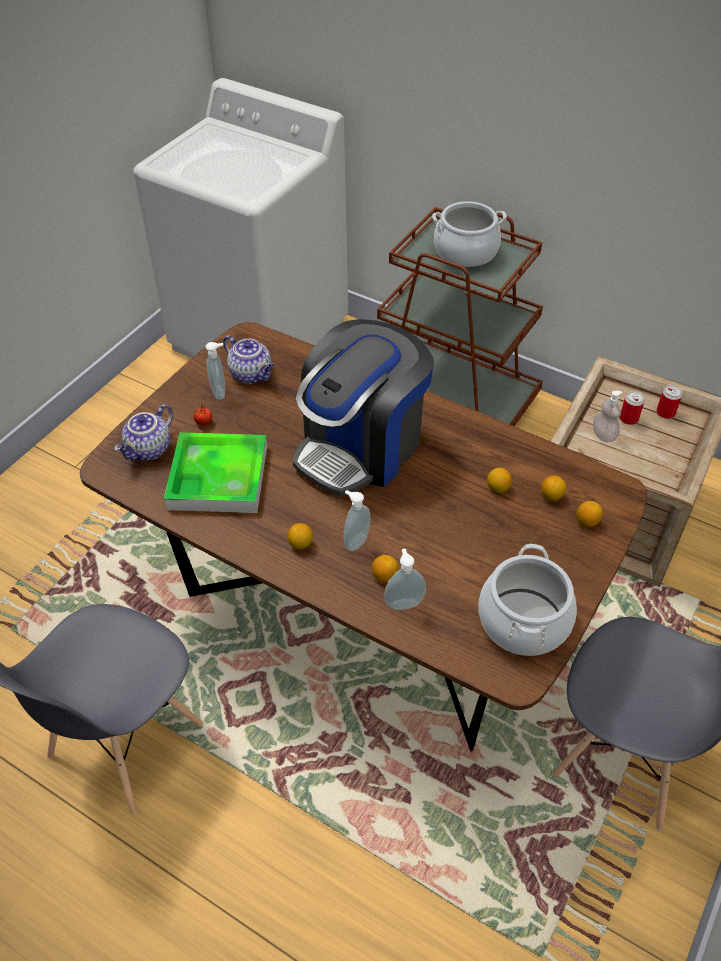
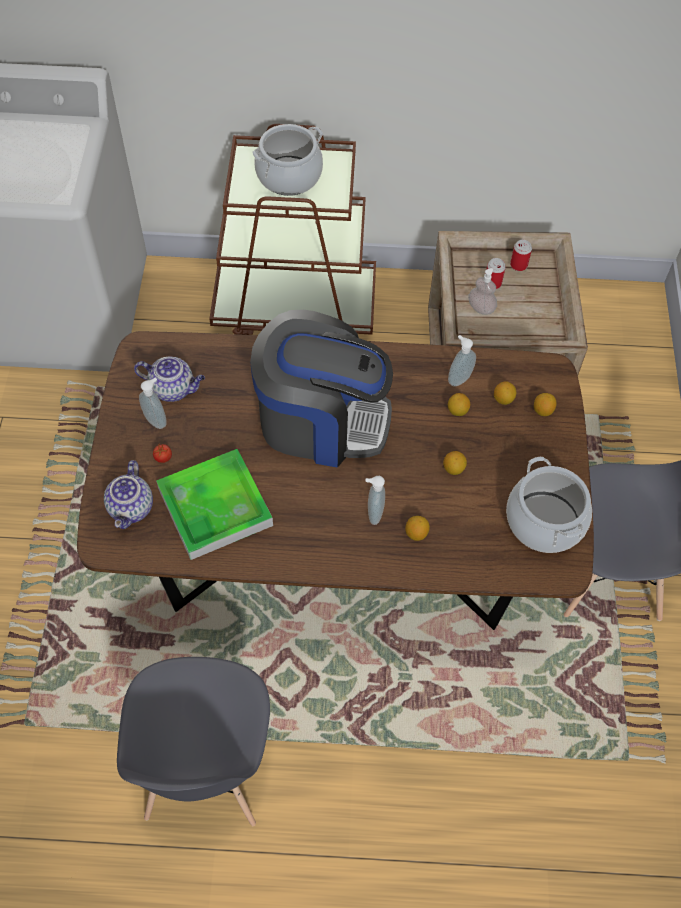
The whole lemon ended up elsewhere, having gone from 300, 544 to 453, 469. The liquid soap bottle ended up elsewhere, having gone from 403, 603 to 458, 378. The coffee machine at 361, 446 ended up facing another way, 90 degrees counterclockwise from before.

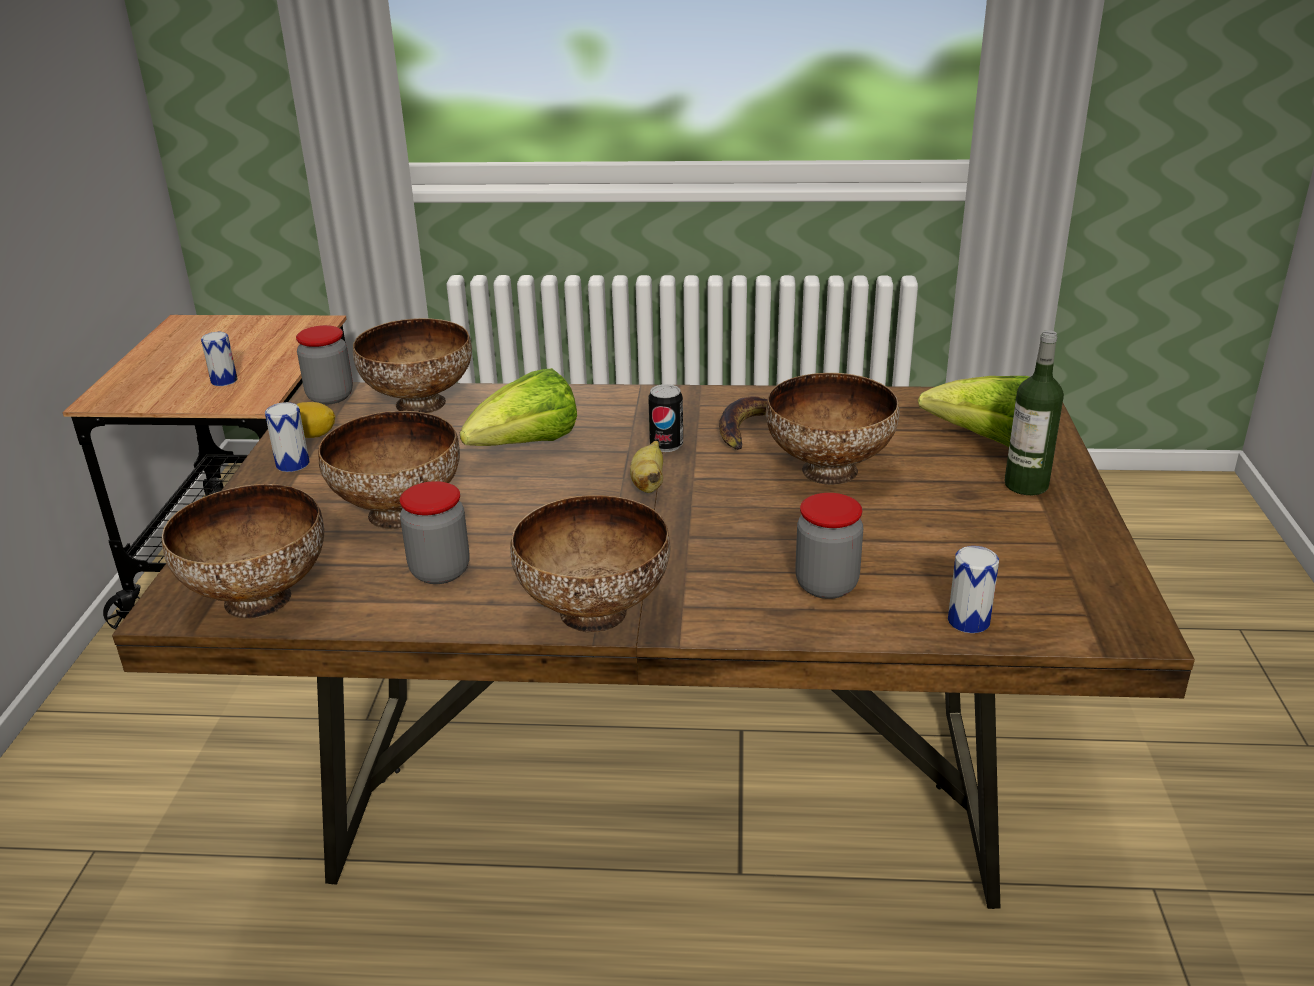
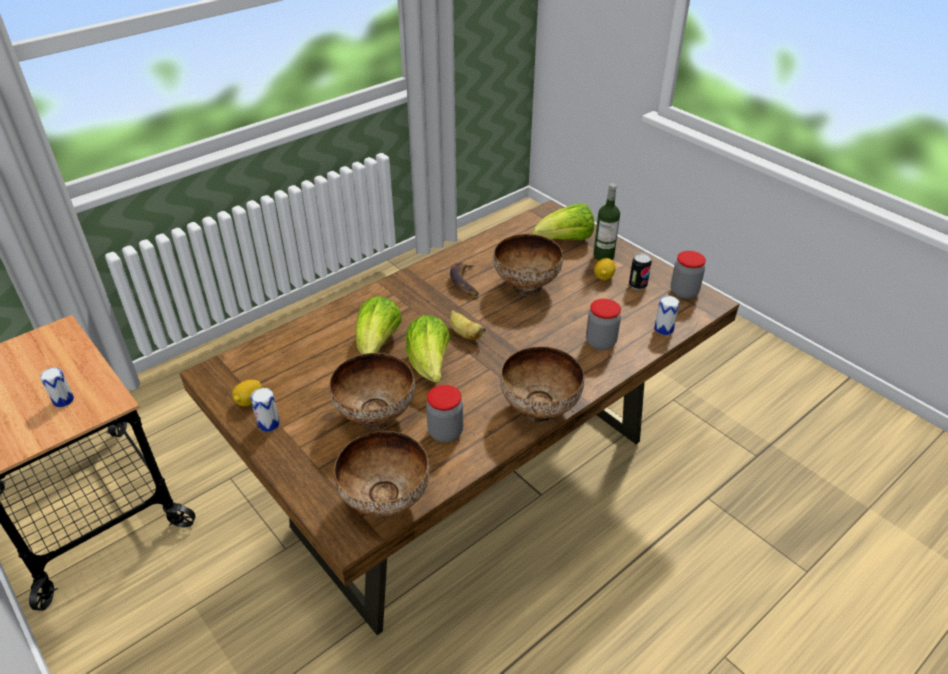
The second view lost the serving bowl at 418, 404. The second view gained the lettuce head at 429, 365. The second view gained the whole lemon at 603, 277. The preserve jar ended up elsewhere, having gone from 330, 397 to 684, 292. The can ended up elsewhere, having gone from 666, 445 to 637, 285.

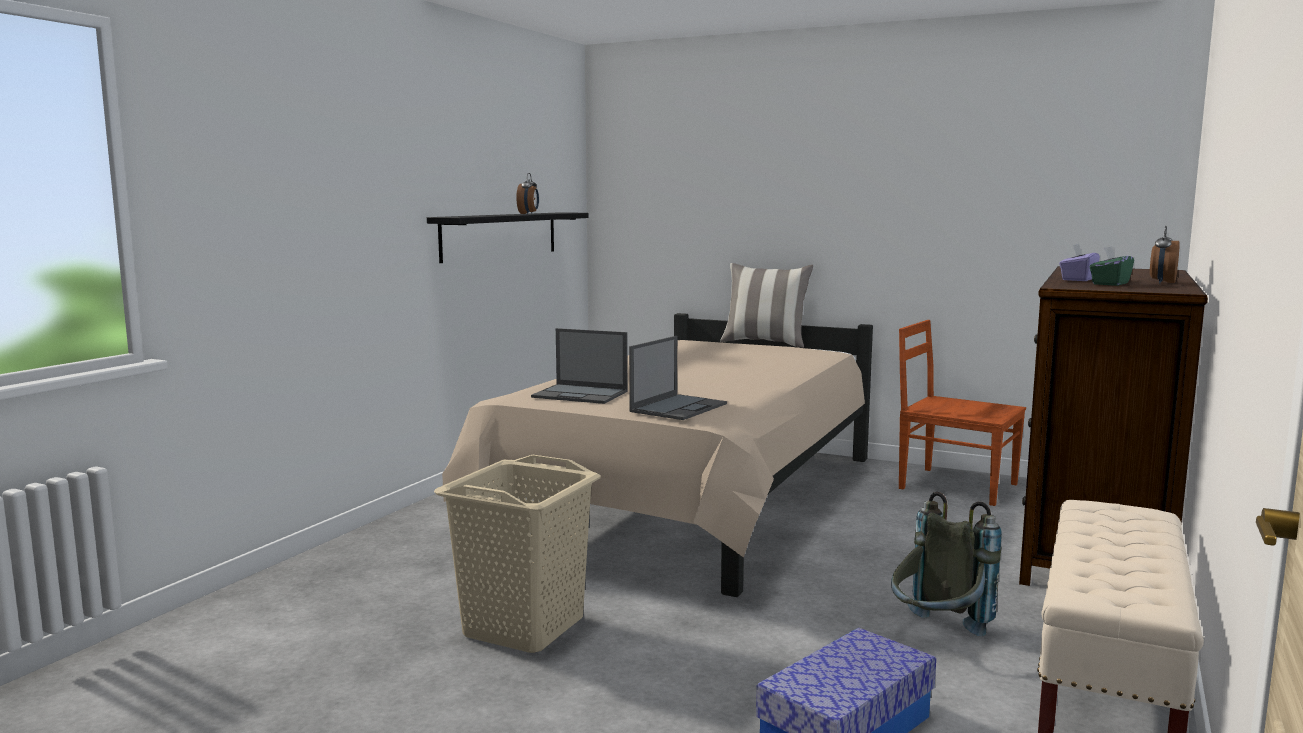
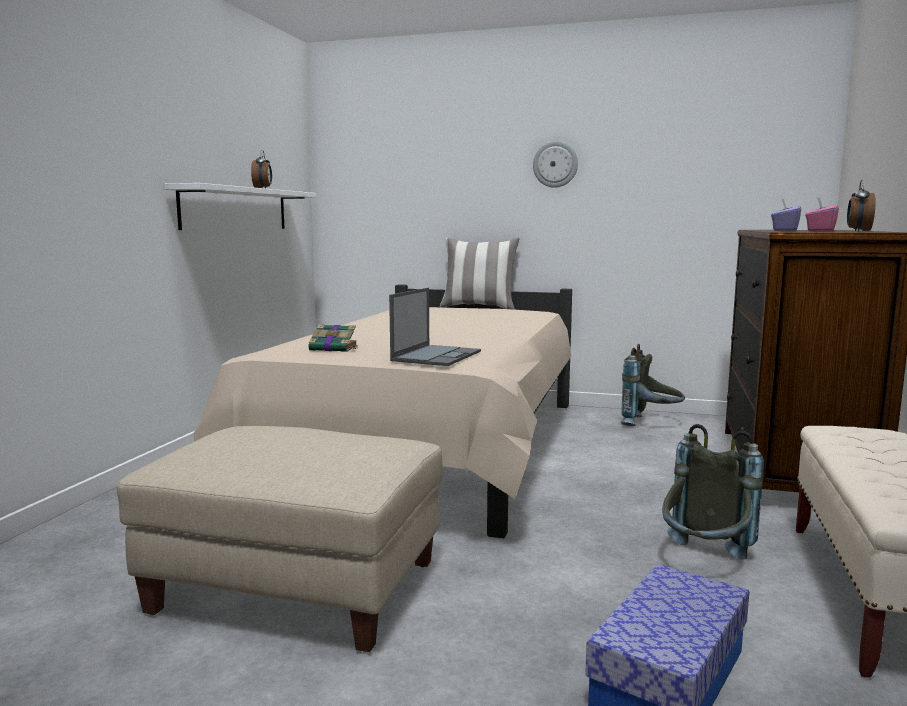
The second view gained the wall clock at 555, 164. Where the laundry basket in sand-coloured stood at 524, 627, the footrest in sand-coloured came to stand at 296, 588. Where the notebook computer stood at 581, 394, the book came to stand at 334, 348. Where the plain chair in brown-coloured stood at 955, 485, the backpack in greyish came to stand at 650, 424. What was the shelf in black at 500, 235 turned into the shelf in white at 236, 209. What was the tissue box in green at 1109, 284 turned into the tissue box in pinkish at 820, 231.

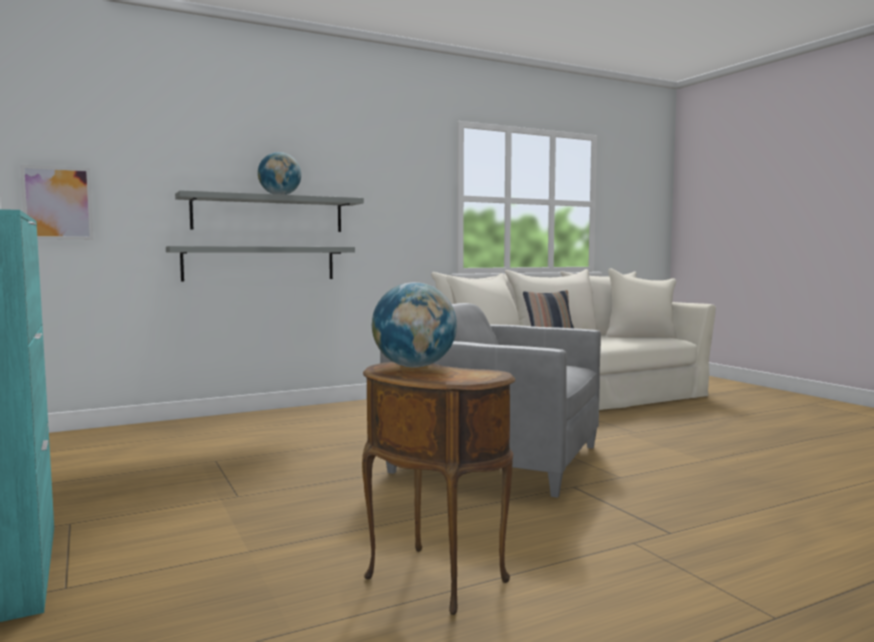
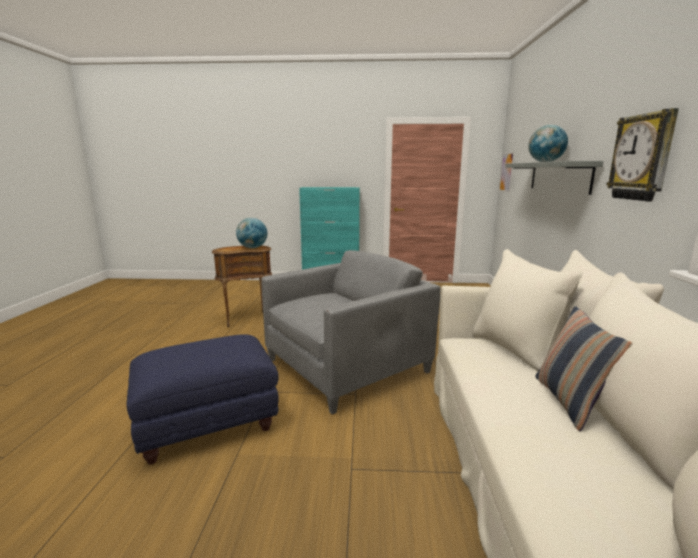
The second view lost the shelf in greyish at 260, 263. The second view gained the footrest in bluish at 209, 423. The second view gained the wall clock at 642, 157.

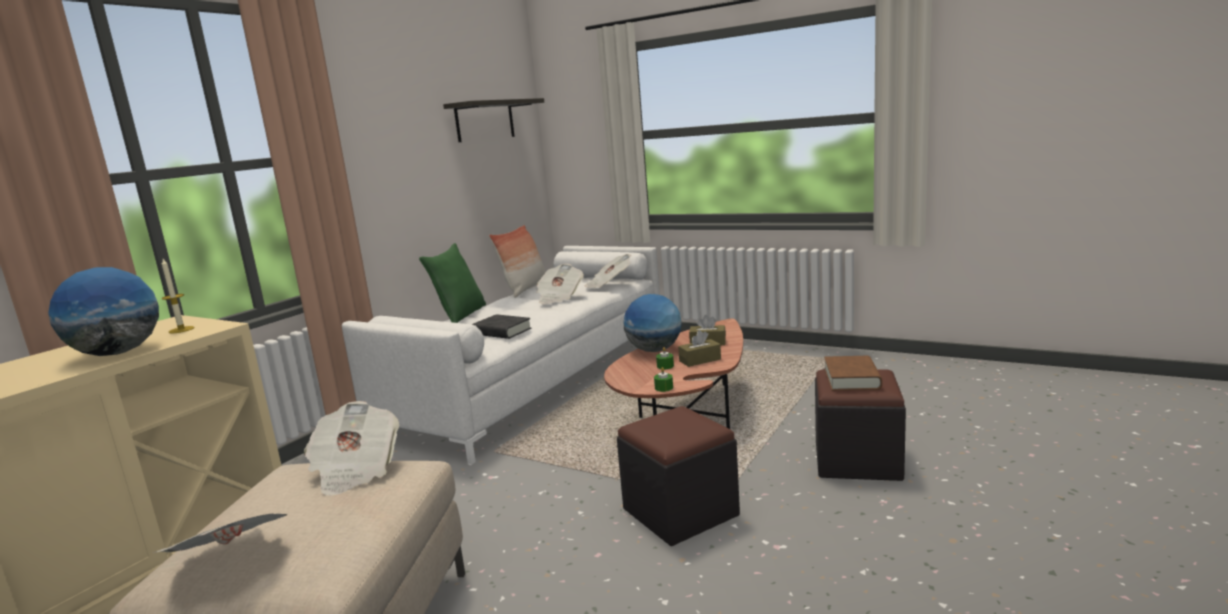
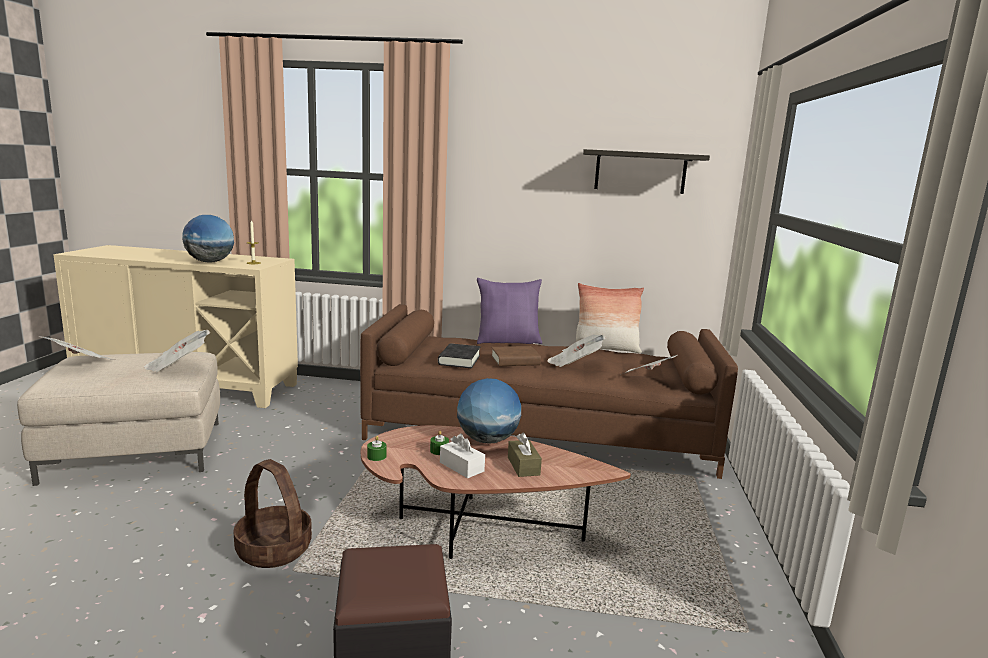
The book in brown-coloured ended up elsewhere, having gone from 851, 379 to 515, 361. Where the footrest in black stood at 680, 512, the storage basket came to stand at 275, 549. What was the sofa in white at 536, 380 turned into the sofa in brown-coloured at 539, 431. What was the cushion in green at 460, 315 turned into the cushion in purplish at 508, 341. What was the tissue box in brown-coloured at 700, 360 turned into the tissue box in white at 461, 467.

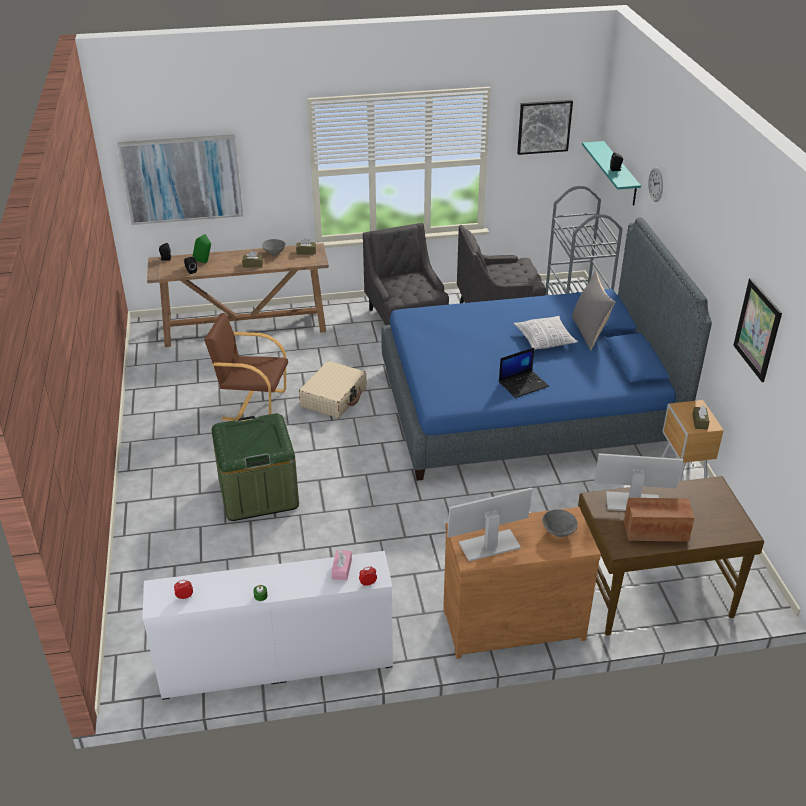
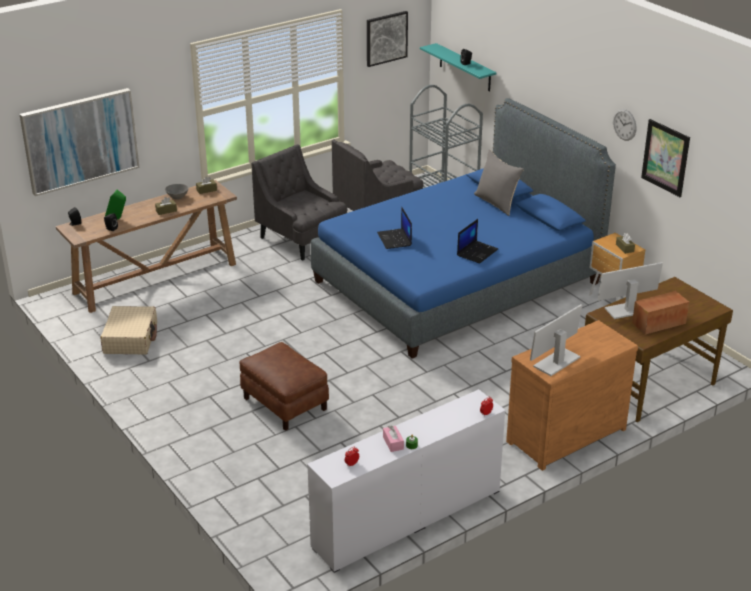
The second view lost the armchair in brown-coloured at 253, 404. The second view lost the cushion at 545, 340. The second view lost the serving bowl in greyish at 558, 532. The second view gained the notebook computer at 395, 239. The piece of luggage in sand-coloured ended up elsewhere, having gone from 334, 397 to 131, 338. The tissue box in pinkish ended up elsewhere, having gone from 342, 569 to 393, 443. The wall clock ended up elsewhere, having gone from 655, 184 to 624, 124. Where the storage bin in green stood at 258, 492, the footrest in brown-coloured came to stand at 284, 404.

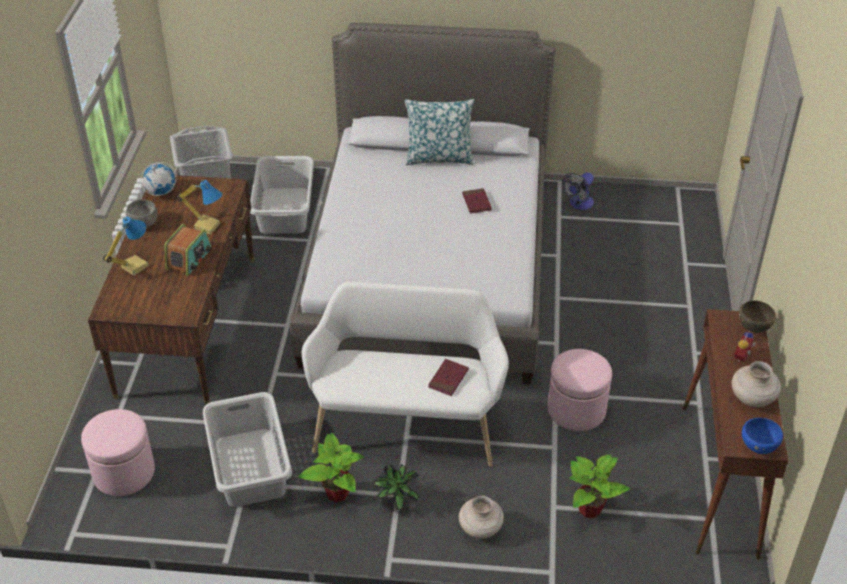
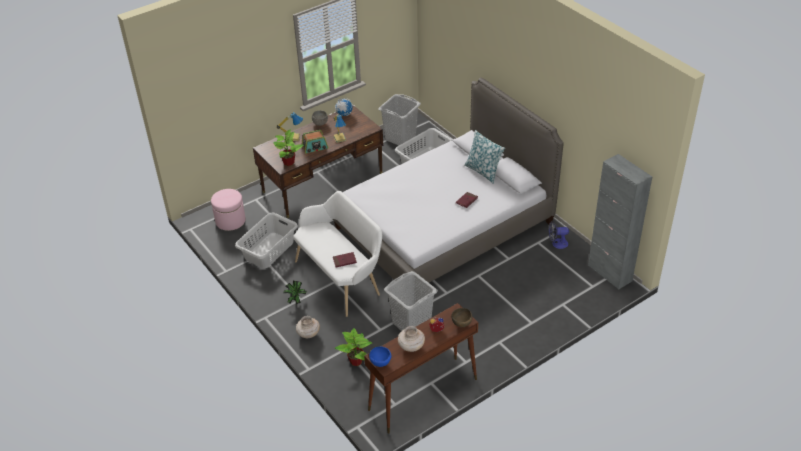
The second view gained the cabinet in greyish at 609, 273. The potted plant ended up elsewhere, having gone from 336, 493 to 289, 162. Where the footrest in pinkish stood at 576, 410, the laundry basket in greyish came to stand at 411, 323.

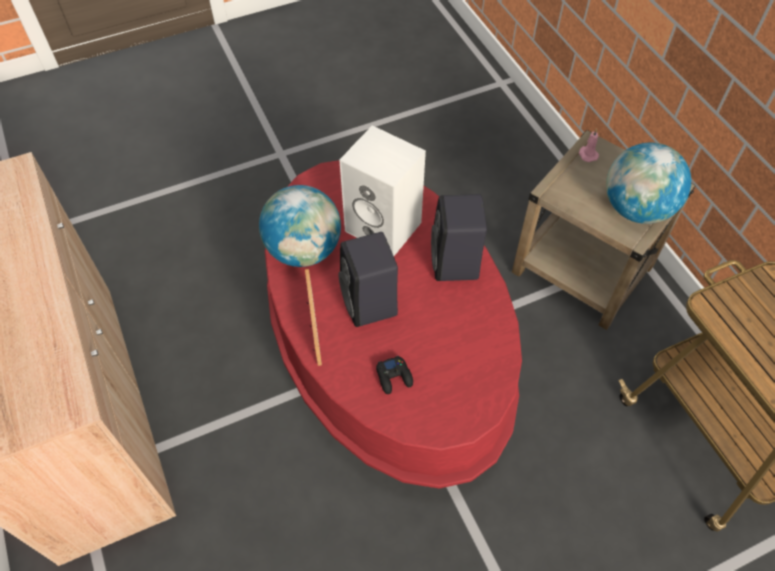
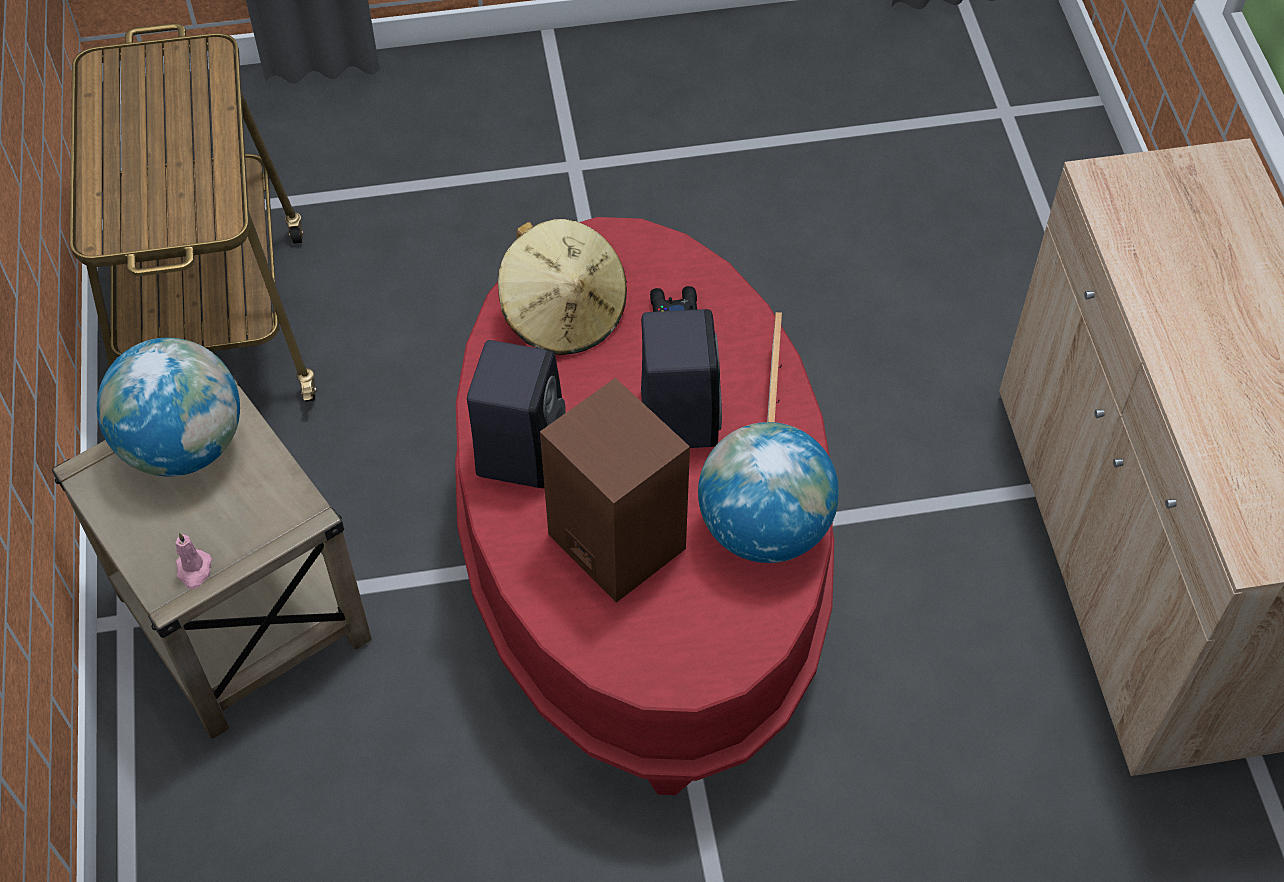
The second view gained the hat in sand-coloured at 564, 313. What was the loudspeaker in white at 385, 226 turned into the loudspeaker in brown-coloured at 612, 541.

